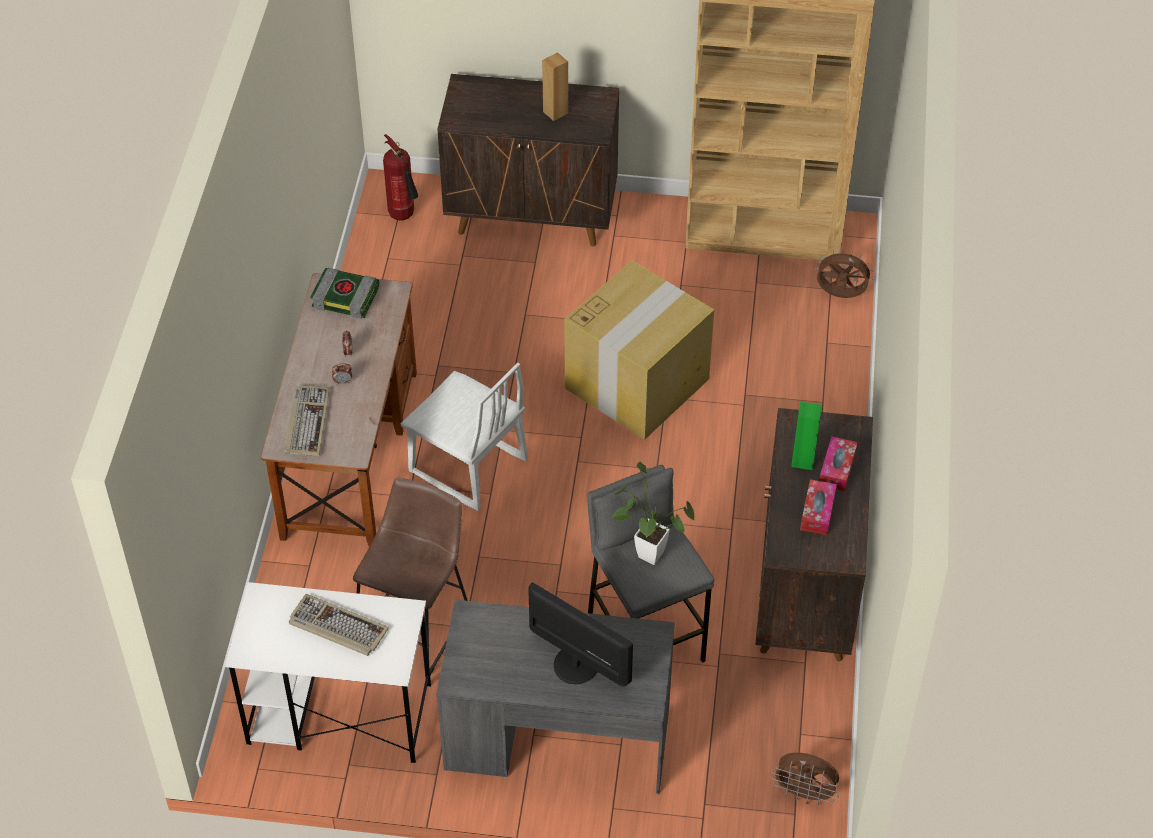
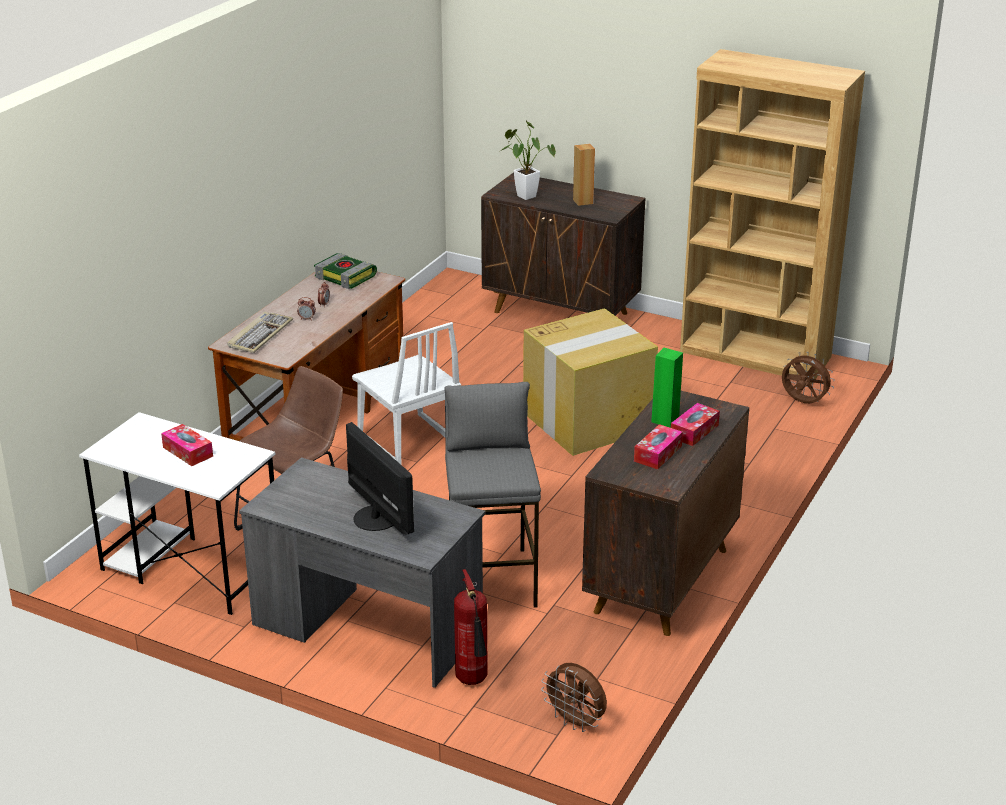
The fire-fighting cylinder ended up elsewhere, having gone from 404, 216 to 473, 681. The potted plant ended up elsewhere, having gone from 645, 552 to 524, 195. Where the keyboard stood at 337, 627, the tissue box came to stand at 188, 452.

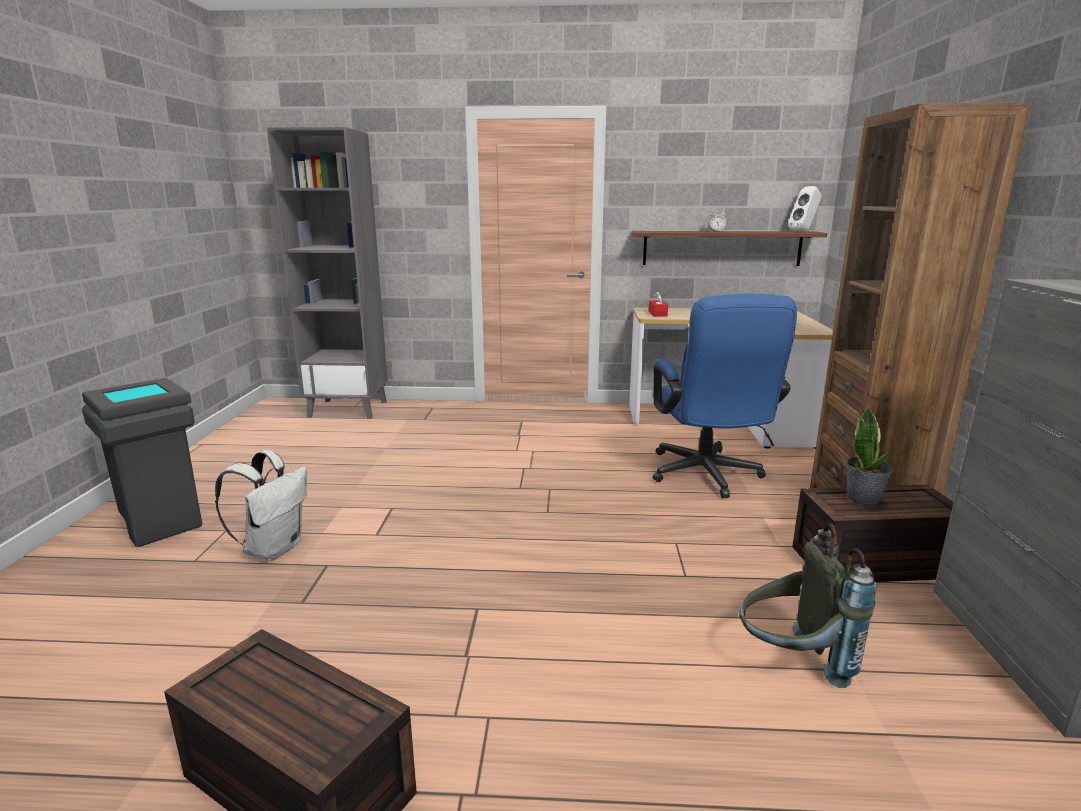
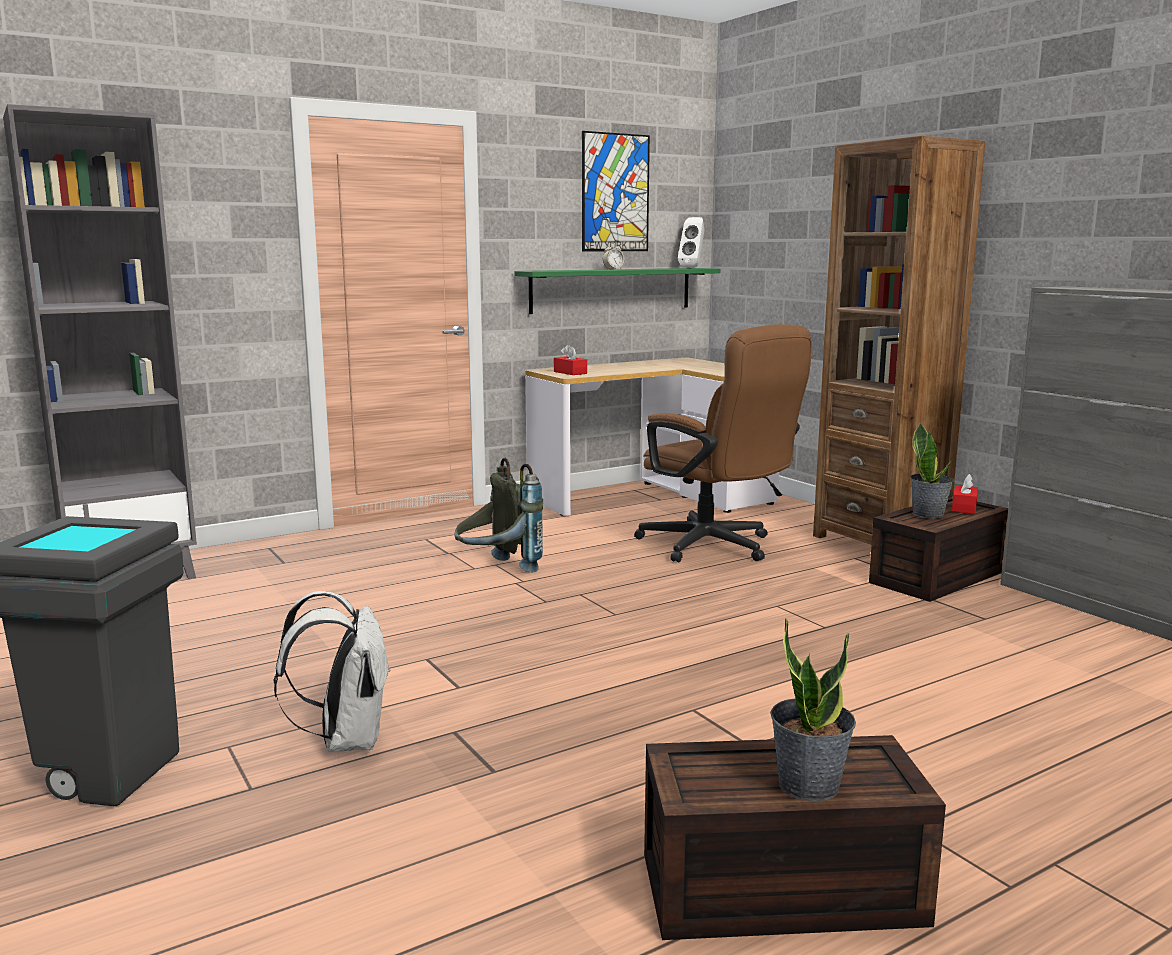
The second view gained the wall picture at 615, 193. The second view gained the potted plant at 808, 784. The second view gained the tissue box in reddish at 964, 507. The backpack in greyish ended up elsewhere, having gone from 791, 663 to 497, 570. What was the shelf in brown-coloured at 721, 248 turned into the shelf in green at 612, 290. What was the computer chair in bluish at 707, 477 turned into the computer chair in brown-coloured at 716, 547.

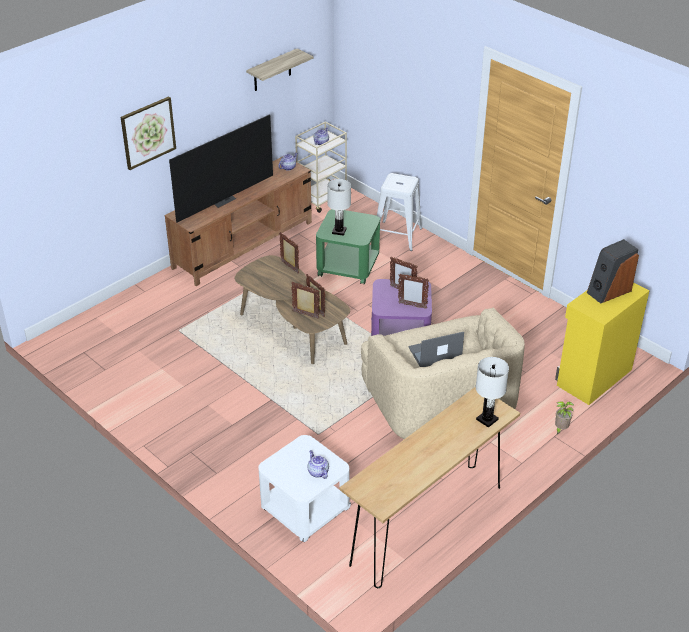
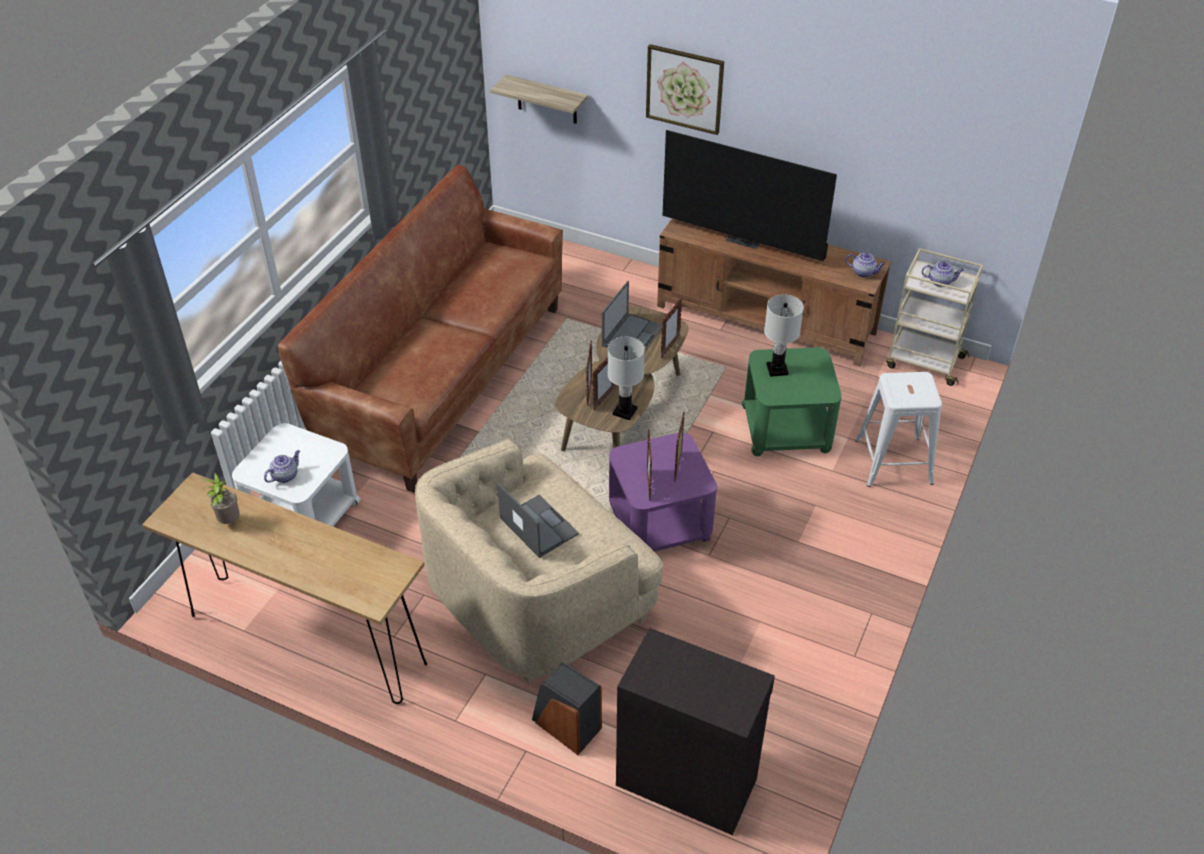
The second view gained the sofa in brown-coloured at 443, 379. The second view gained the notebook computer at 633, 335. The shelf ended up elsewhere, having gone from 272, 70 to 547, 100. The table lamp in white ended up elsewhere, having gone from 486, 419 to 624, 411. The potted plant ended up elsewhere, having gone from 560, 429 to 228, 521. The loudspeaker ended up elsewhere, having gone from 608, 291 to 566, 725. What was the cabinet in yellowish at 593, 377 turned into the cabinet in black at 686, 780.

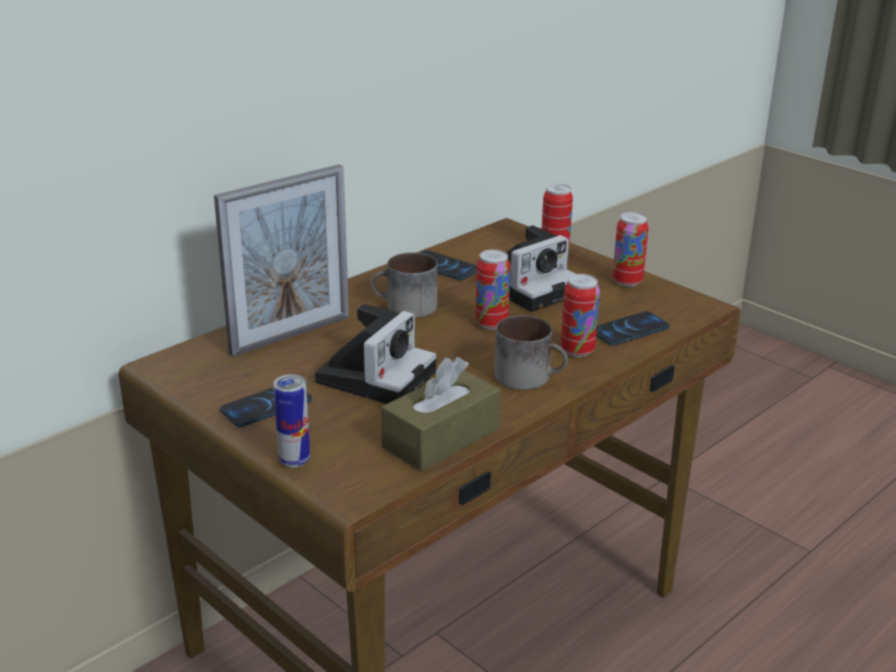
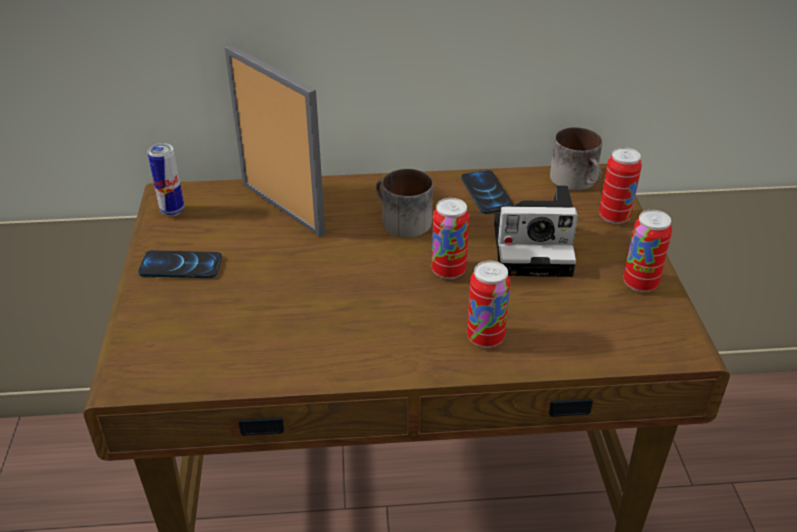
The second view lost the still camera at 377, 375. The second view lost the tissue box in brown-coloured at 441, 438. The second view lost the phone at 629, 330. The can ended up elsewhere, having gone from 294, 460 to 172, 211. The coffee mug ended up elsewhere, having gone from 530, 376 to 578, 181. The photo frame at 290, 335 ended up facing another way, 135 degrees counterclockwise from before.

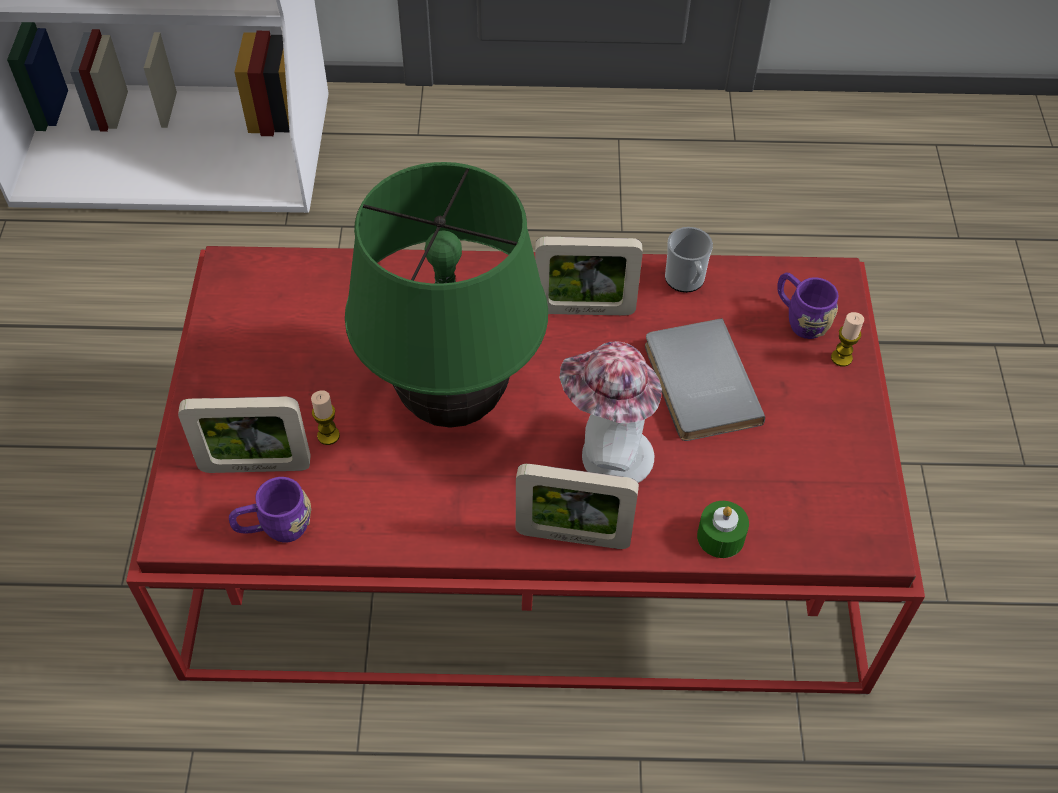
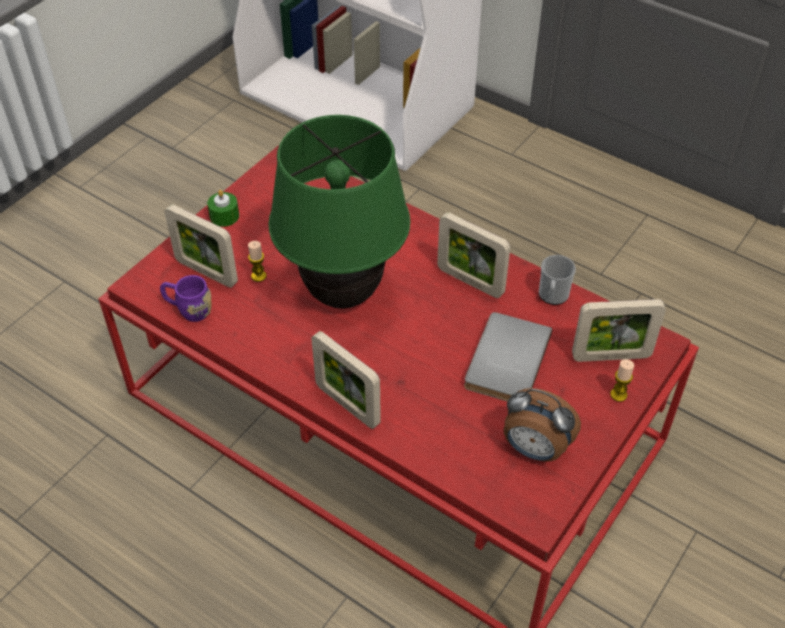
The second view lost the hat at 607, 455. The second view gained the table clock at 534, 449. The wax candle in green ended up elsewhere, having gone from 720, 537 to 224, 216. Where the coffee mug in purplish stood at 799, 319, the photo frame came to stand at 611, 356.

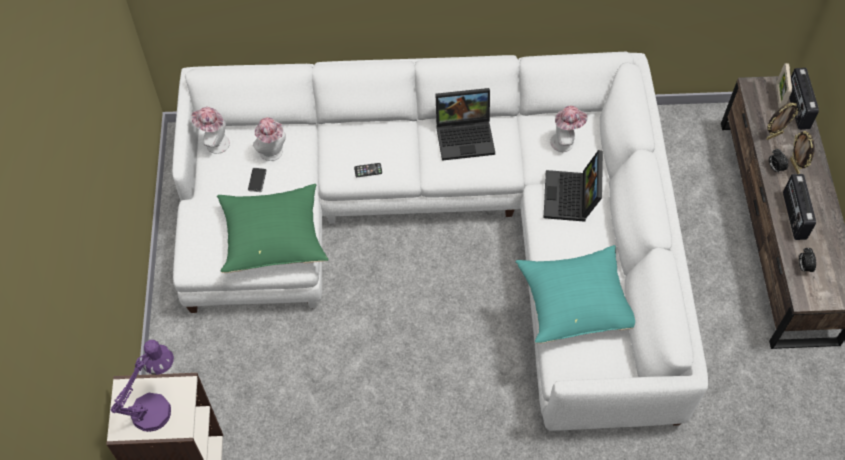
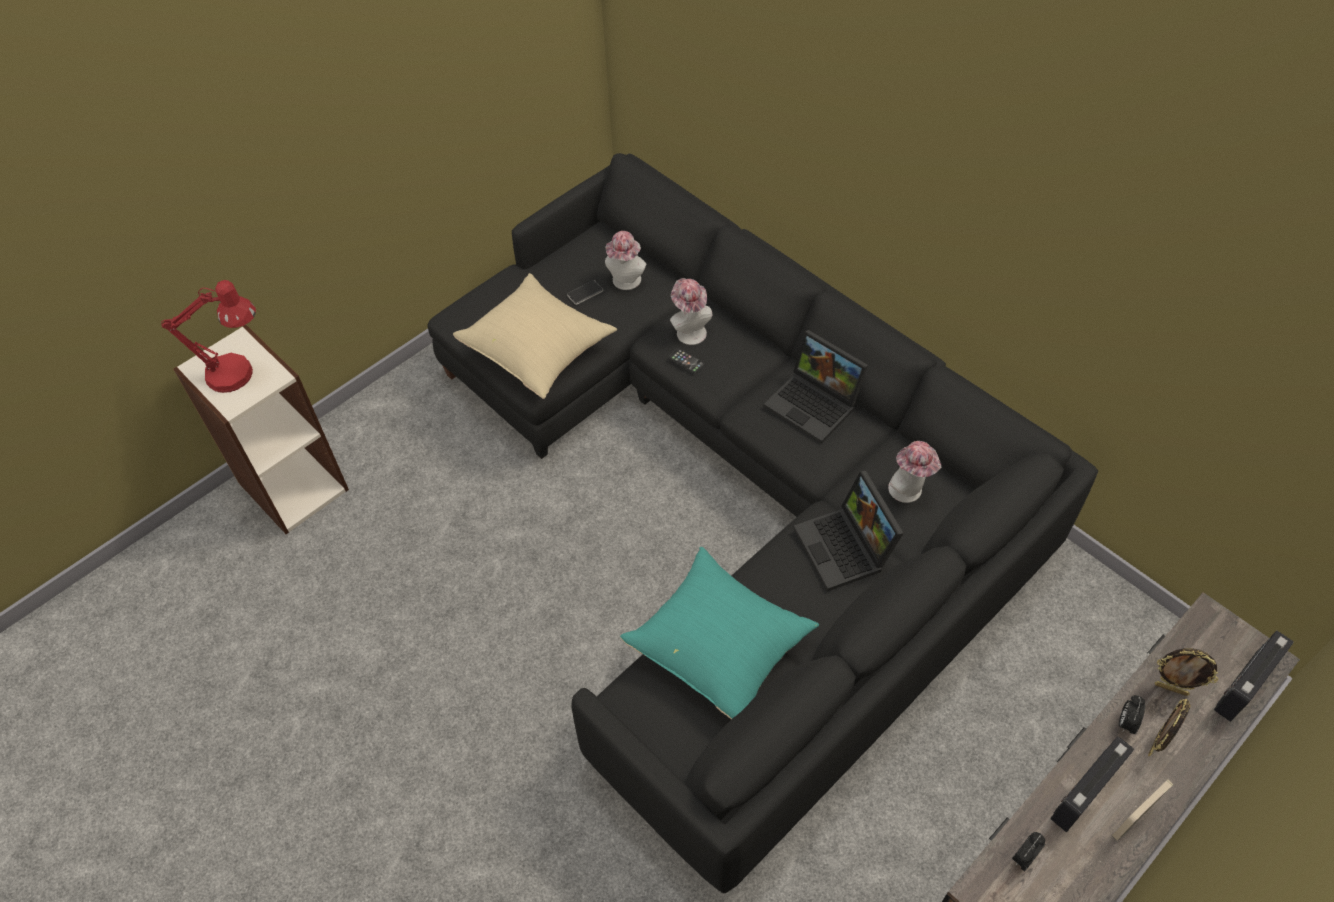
The hat ended up elsewhere, having gone from 214, 143 to 689, 330. The photo frame ended up elsewhere, having gone from 779, 97 to 1132, 820. What was the table lamp in purplish at 157, 406 turned into the table lamp in reddish at 240, 374. What was the sofa in white at 449, 225 turned into the sofa in black at 741, 493. What was the cushion in green at 274, 238 turned into the cushion in sand-coloured at 539, 350. The notebook computer at 572, 198 ended up facing another way, 75 degrees counterclockwise from before.

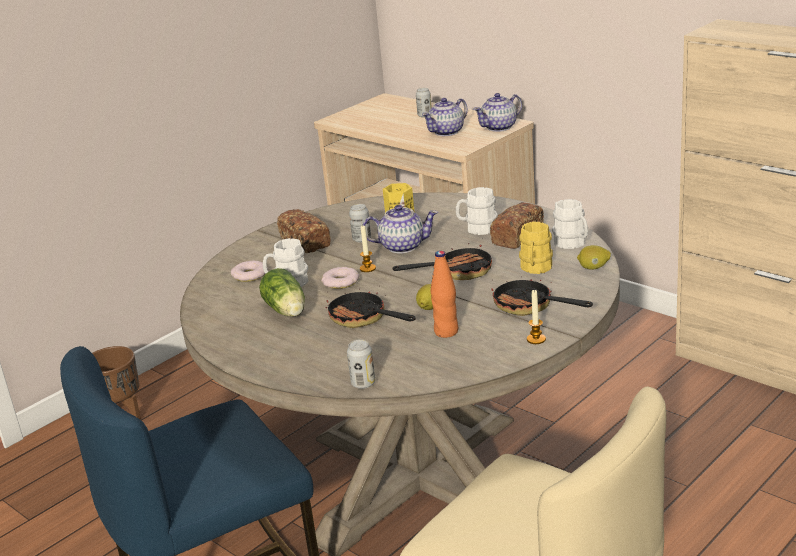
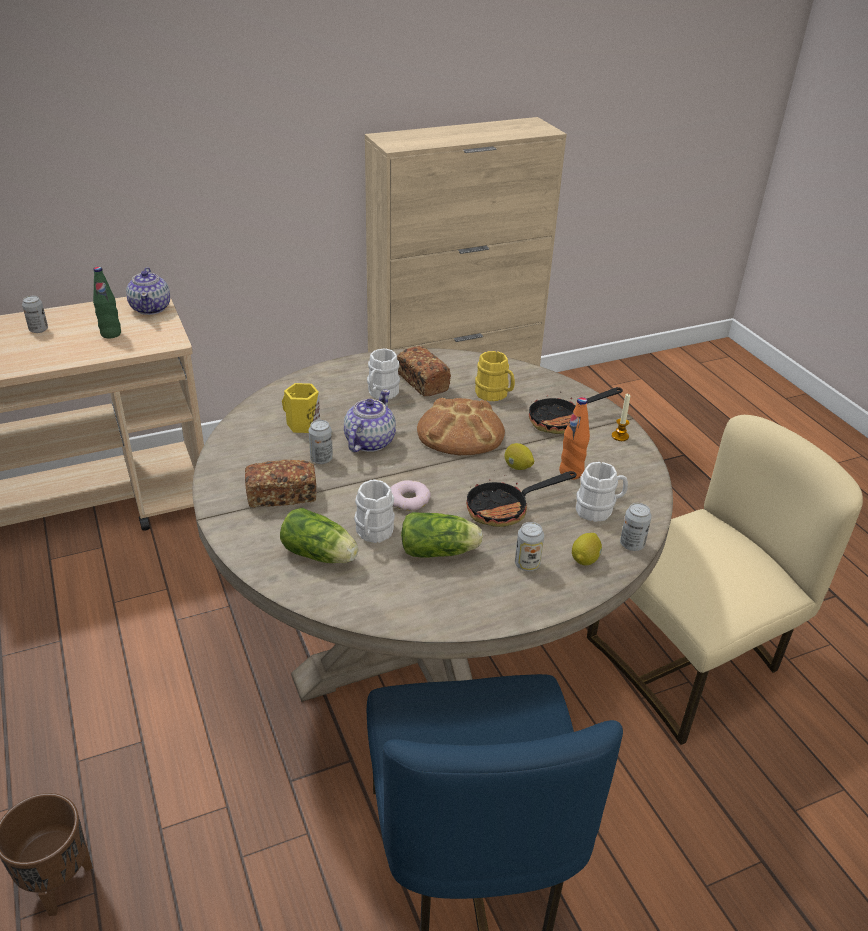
The second view lost the wax candle at 367, 268. The second view gained the can at 527, 564. The coffee mug in white ended up elsewhere, having gone from 572, 244 to 599, 509. The whole lemon ended up elsewhere, having gone from 593, 268 to 585, 559. Where the donut stood at 249, 275, the lettuce head came to stand at 321, 555. Where the frying pan stood at 457, 272, the bread came to stand at 460, 432. Where the pot for tea stood at 447, 132, the drink bottle in green came to stand at 111, 334.

